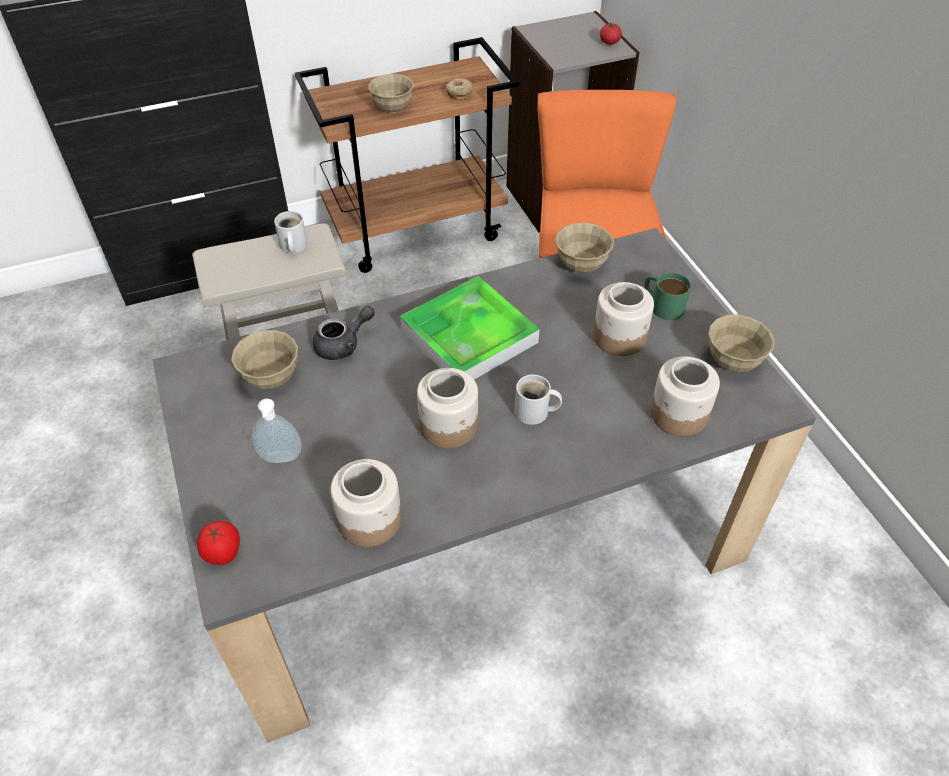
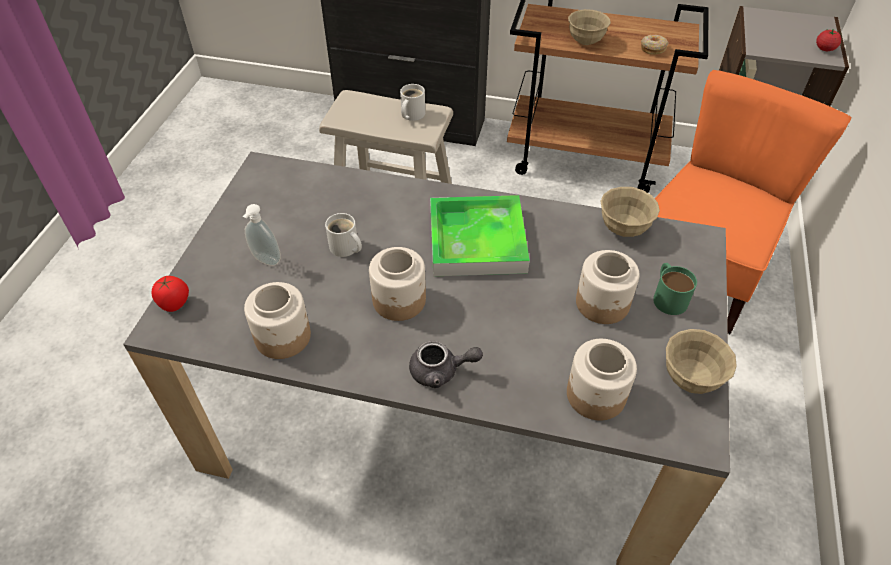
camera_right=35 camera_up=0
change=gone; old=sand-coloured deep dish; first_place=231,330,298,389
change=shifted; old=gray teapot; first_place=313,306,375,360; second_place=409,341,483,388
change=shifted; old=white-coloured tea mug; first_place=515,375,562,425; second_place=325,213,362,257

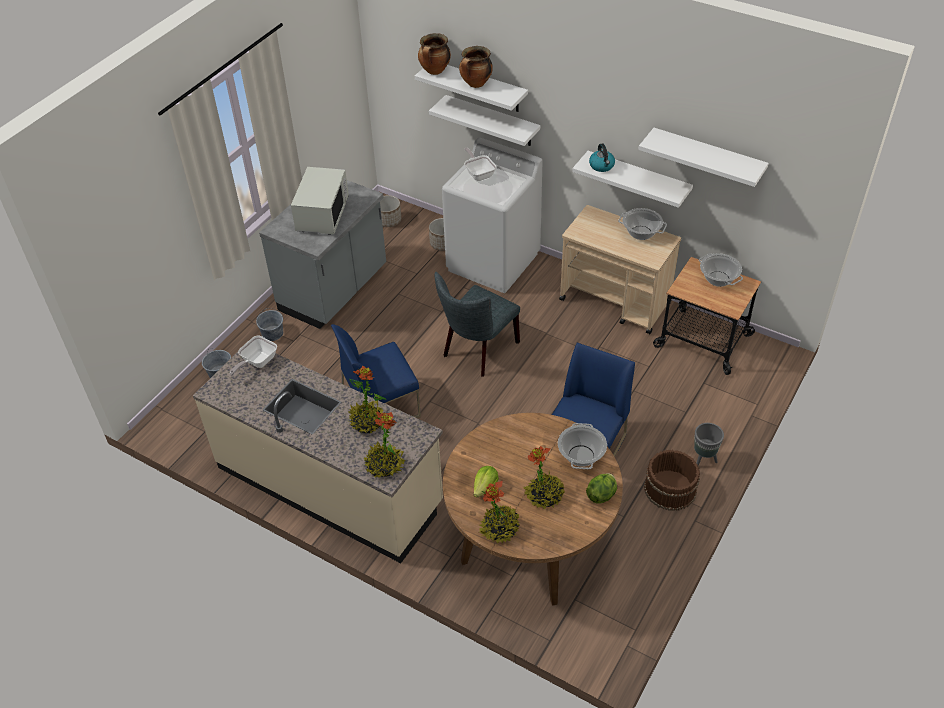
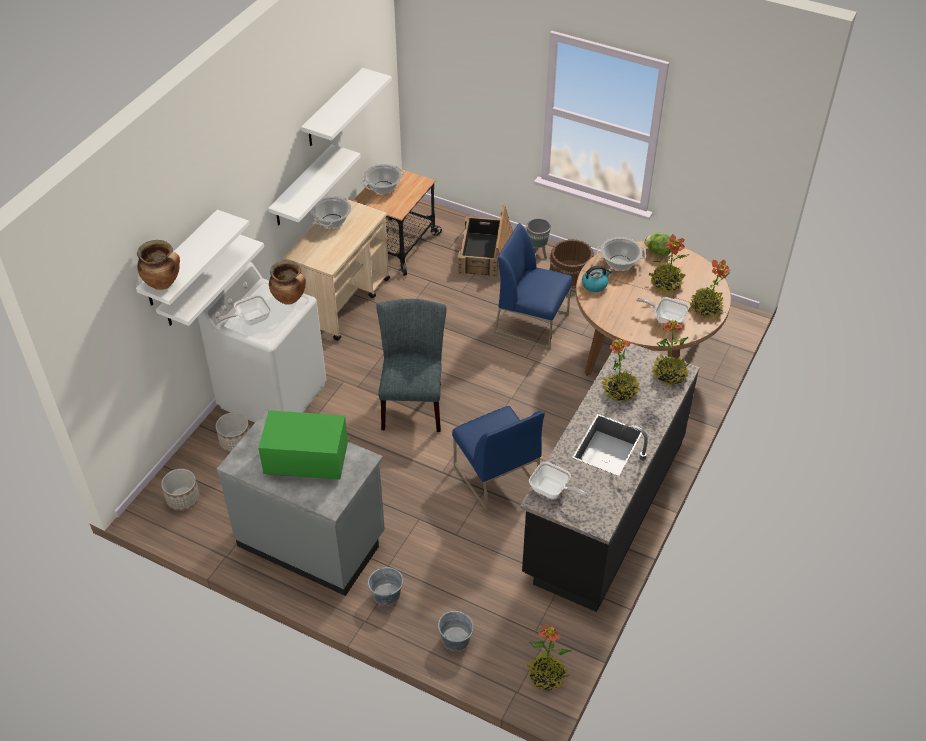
camera_right=-95 camera_up=0
change=repainted; old=sand-coloured kitchen counter; new=black kitchen counter; first_place=193,352,443,563; second_place=520,339,700,612
change=repainted; old=white-coloured kitchen microwave; new=green kitchen microwave; first_place=291,167,349,235; second_place=258,410,348,480
change=rotated; old=gray plain chair; first_place=434,272,520,377; second_place=376,299,447,432; degrees=-120
change=shifted; old=cooking pot; first_place=459,46,493,88; second_place=269,260,306,305
change=swapped; old=lettuce; new=skillet; first_place=474,466,499,498; second_place=636,297,689,325
change=shifted; old=tea kettle; first_place=589,143,615,172; second_place=582,265,612,292
change=new; new=shipping crate; second_place=458,205,513,278
change=new; new=houseplant; second_place=527,625,572,691

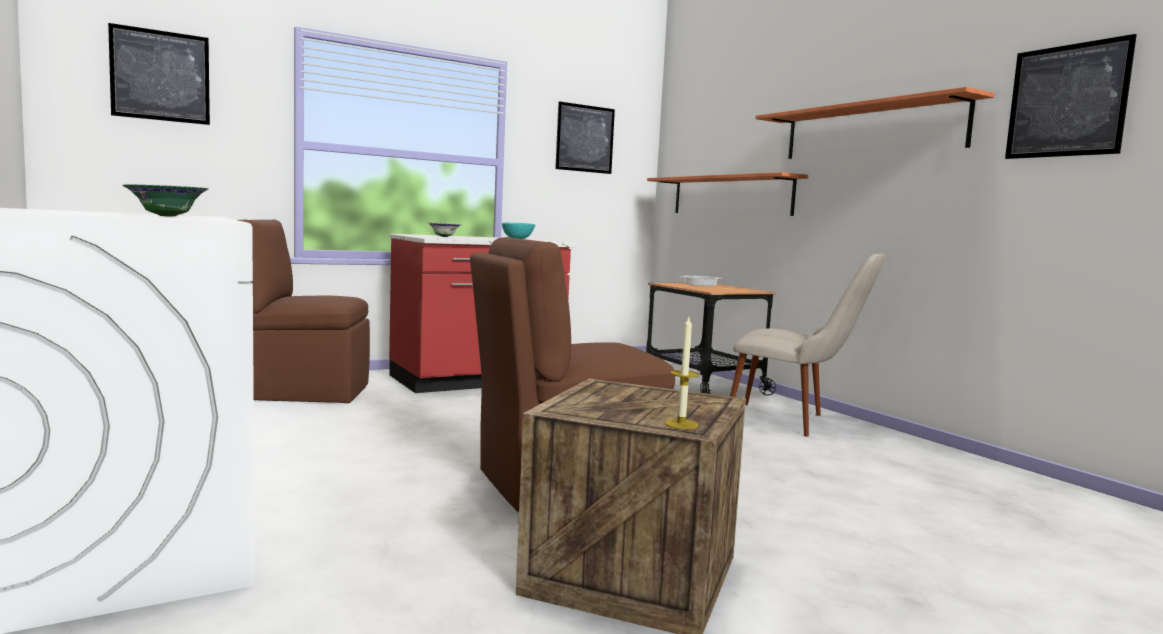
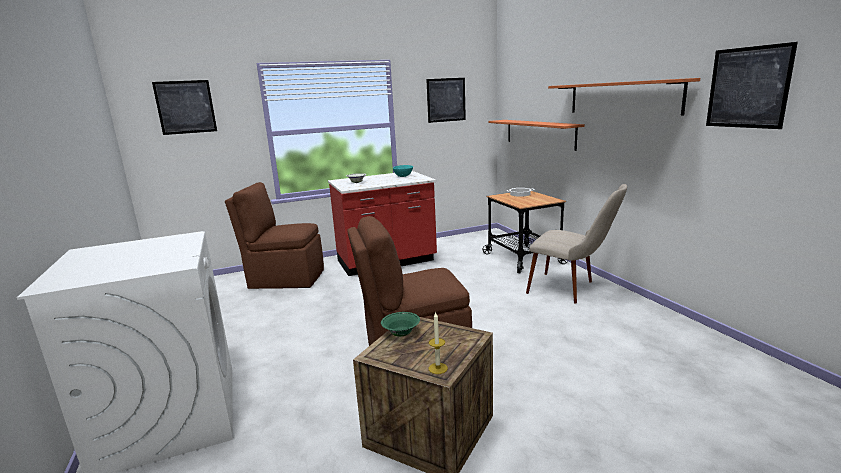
camera_right=10 camera_up=10
change=shifted; old=green deep dish; first_place=122,185,208,217; second_place=381,312,420,337

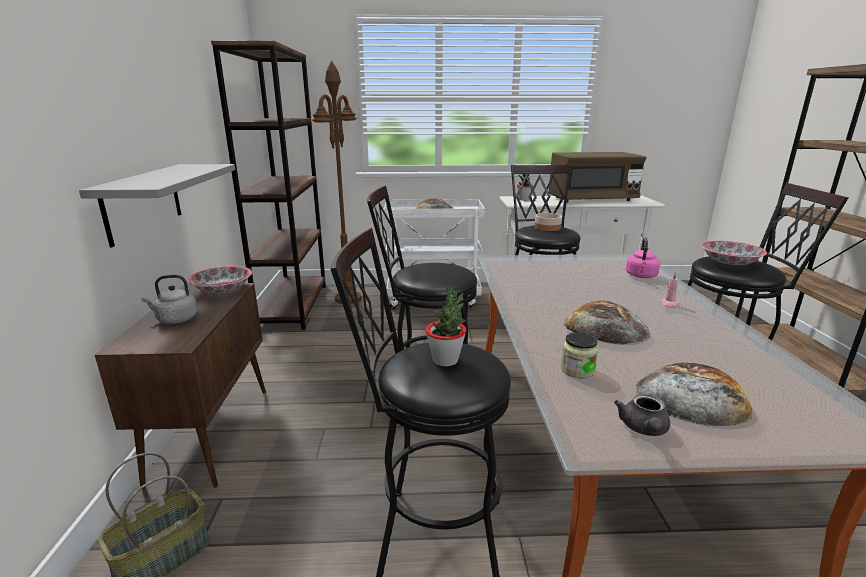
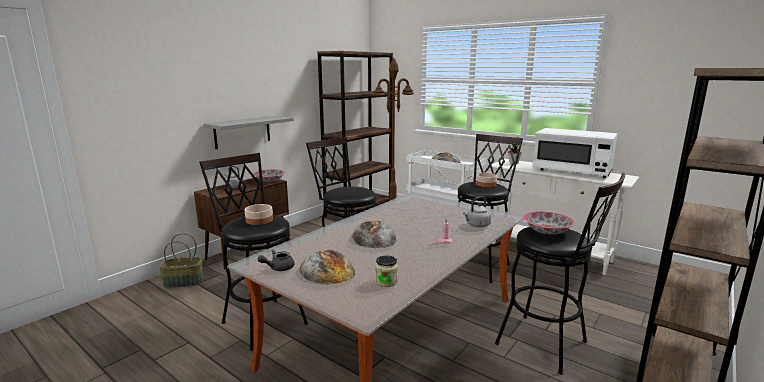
camera_right=40 camera_up=-5
change=swapped; old=houseplant; new=deep dish; first_place=425,288,466,367; second_place=245,204,273,225
change=repainted; old=brown kitchen microwave; new=white-coloured kitchen microwave; first_place=549,152,646,202; second_place=532,128,618,178
change=shifted; old=preserve jar; first_place=561,332,598,378; second_place=375,256,398,287
change=repainted; old=pink-coloured tea kettle; new=gray tea kettle; first_place=626,237,661,278; second_place=463,196,491,227

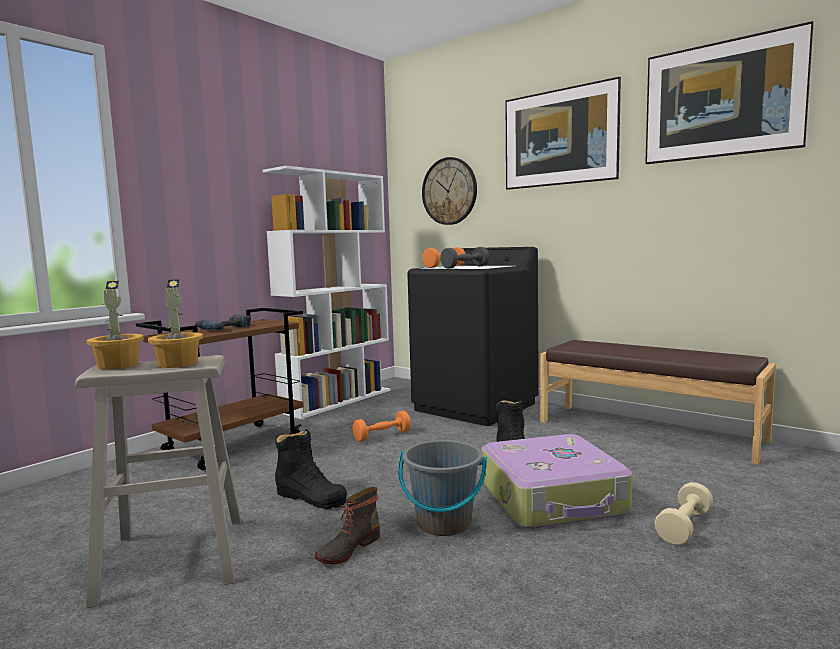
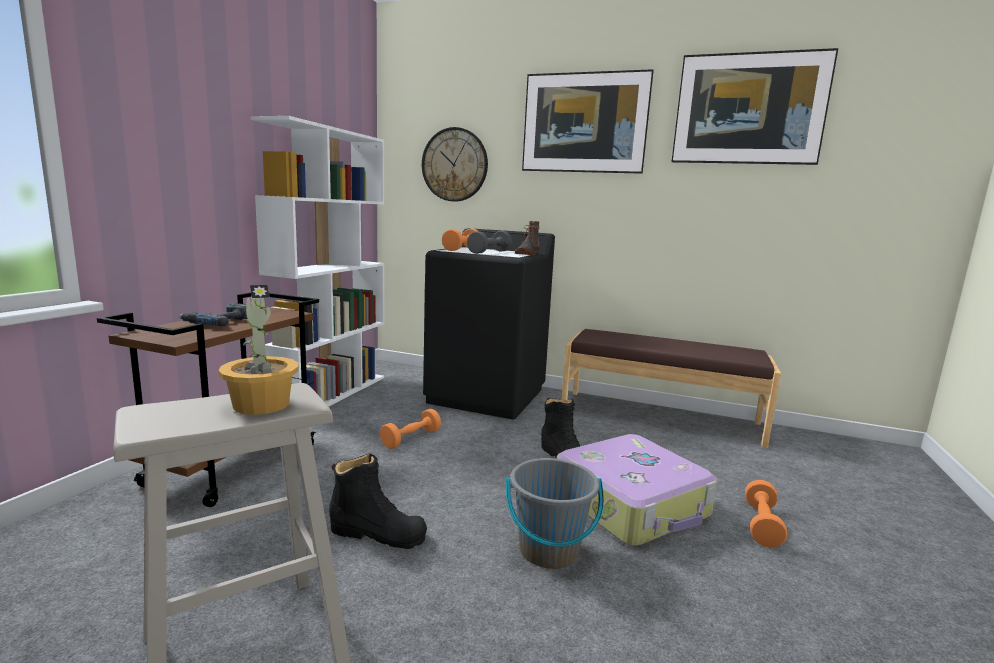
camera_right=-20 camera_up=5
change=gone; old=houseplant; first_place=86,281,144,370
change=shifted; old=tall boot; first_place=315,487,380,564; second_place=515,221,539,255
change=repainted; old=sand-coloured dumbbell; new=orange dumbbell; first_place=655,482,713,545; second_place=745,480,787,547

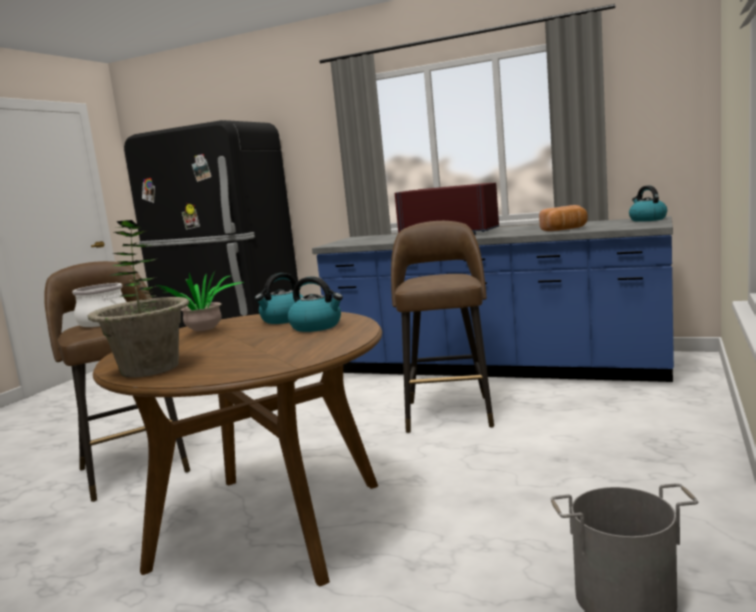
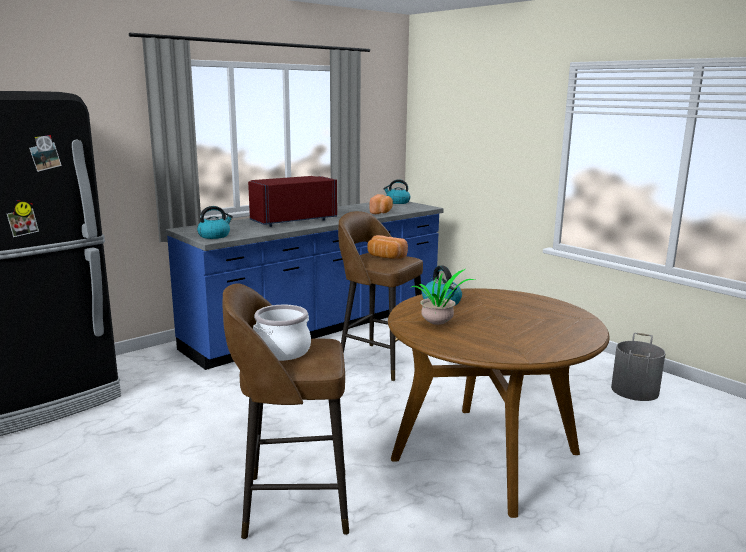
camera_right=-65 camera_up=5
change=gone; old=houseplant; first_place=88,220,189,377
change=shifted; old=tea kettle; first_place=288,276,343,332; second_place=197,206,233,239
change=new; new=baked bread; second_place=367,235,408,259

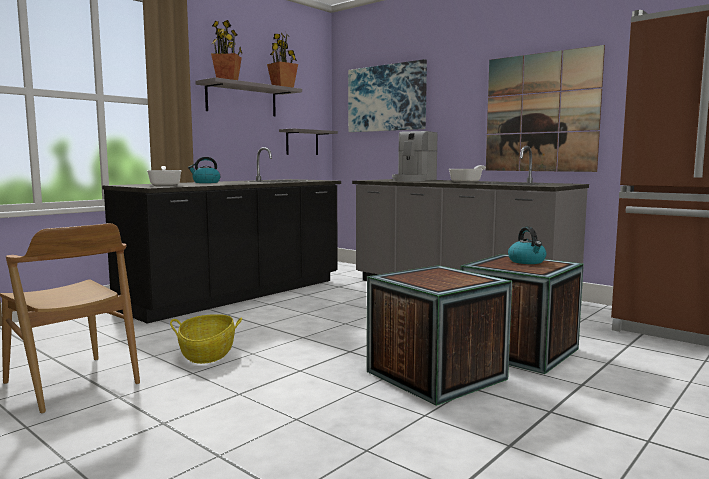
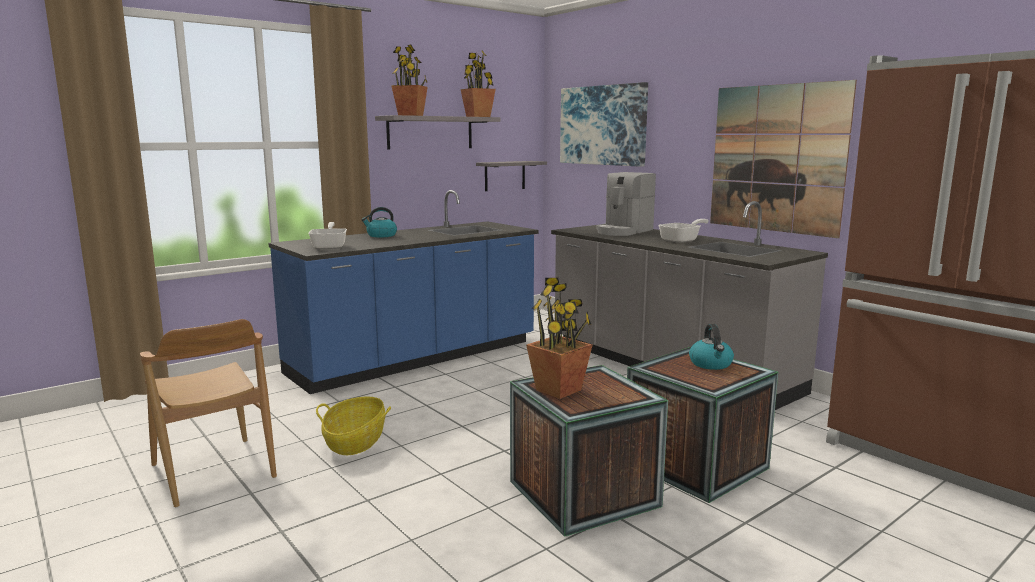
camera_right=10 camera_up=5
change=repainted; old=black kitchen counter; new=blue-coloured kitchen counter; first_place=102,147,341,323; second_place=268,190,538,394
change=new; new=houseplant; second_place=526,277,592,399

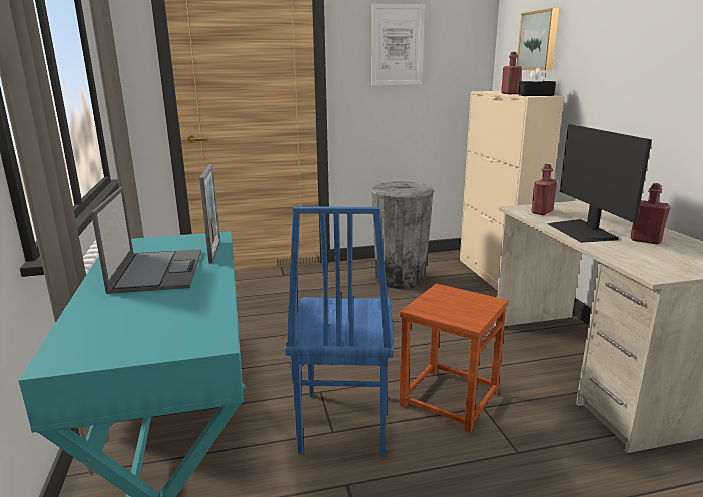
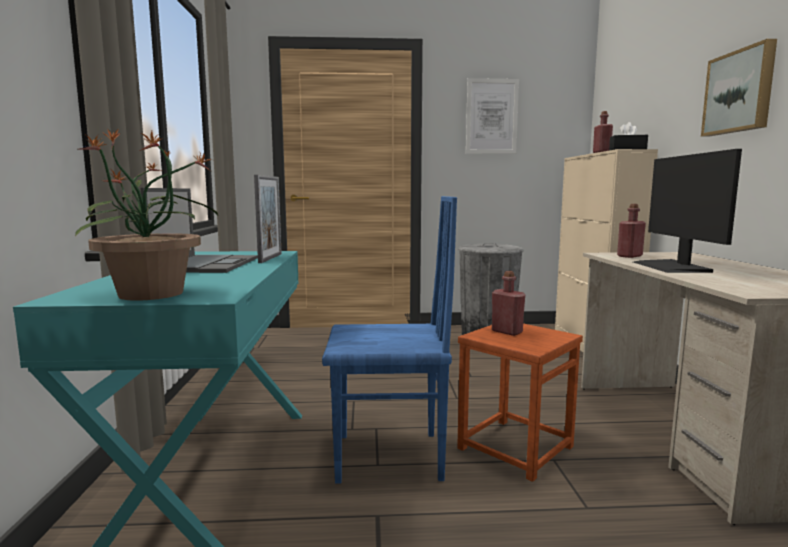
camera_right=10 camera_up=-10
change=rotated; old=blue-coloured plain chair; first_place=285,206,394,456; second_place=322,196,457,484; degrees=-105
change=shifted; old=wall picture; first_place=516,8,559,70; second_place=701,39,777,136
change=shifted; old=red-coloured beverage bottle; first_place=630,183,671,244; second_place=492,271,525,336
change=new; new=houseplant; second_place=75,128,218,301

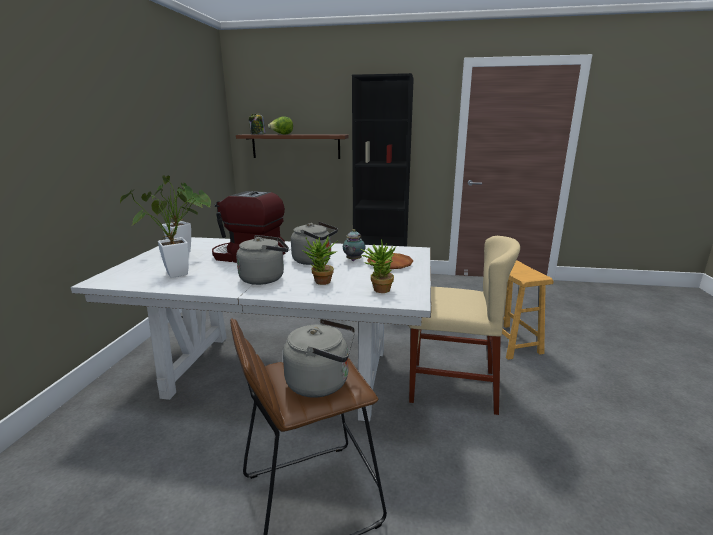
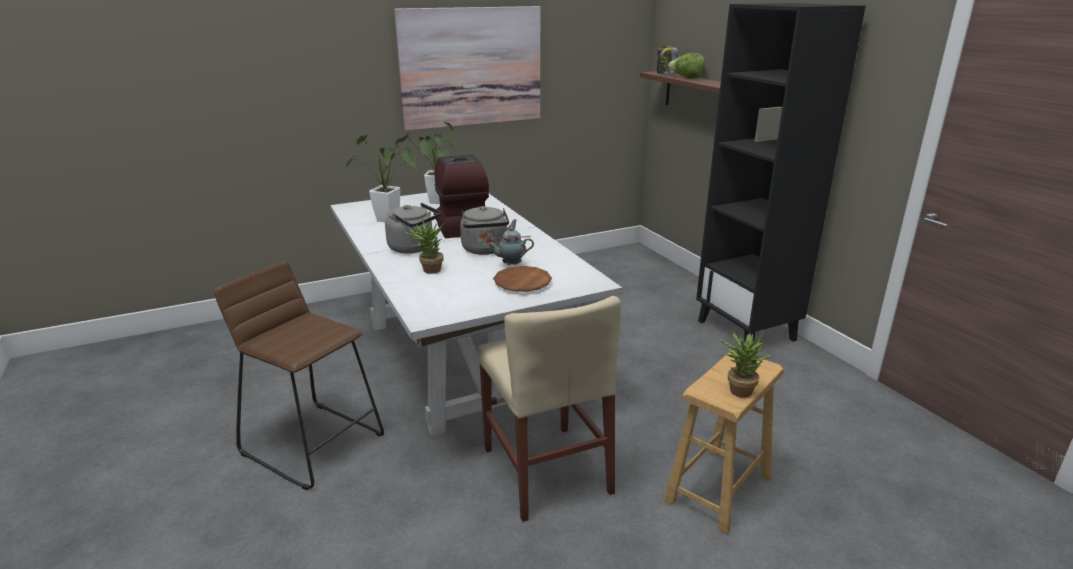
camera_right=55 camera_up=5
change=gone; old=gray tea kettle; first_place=283,319,355,398
change=shifted; old=houseplant; first_place=361,239,396,293; second_place=719,331,771,398
change=new; new=wall picture; second_place=394,6,540,131

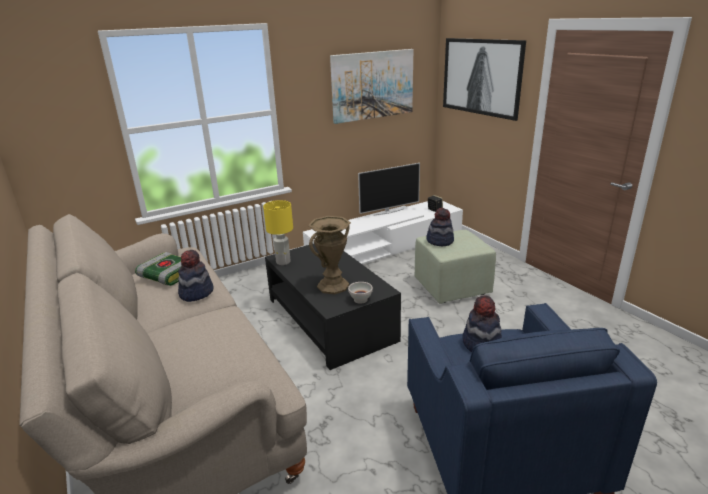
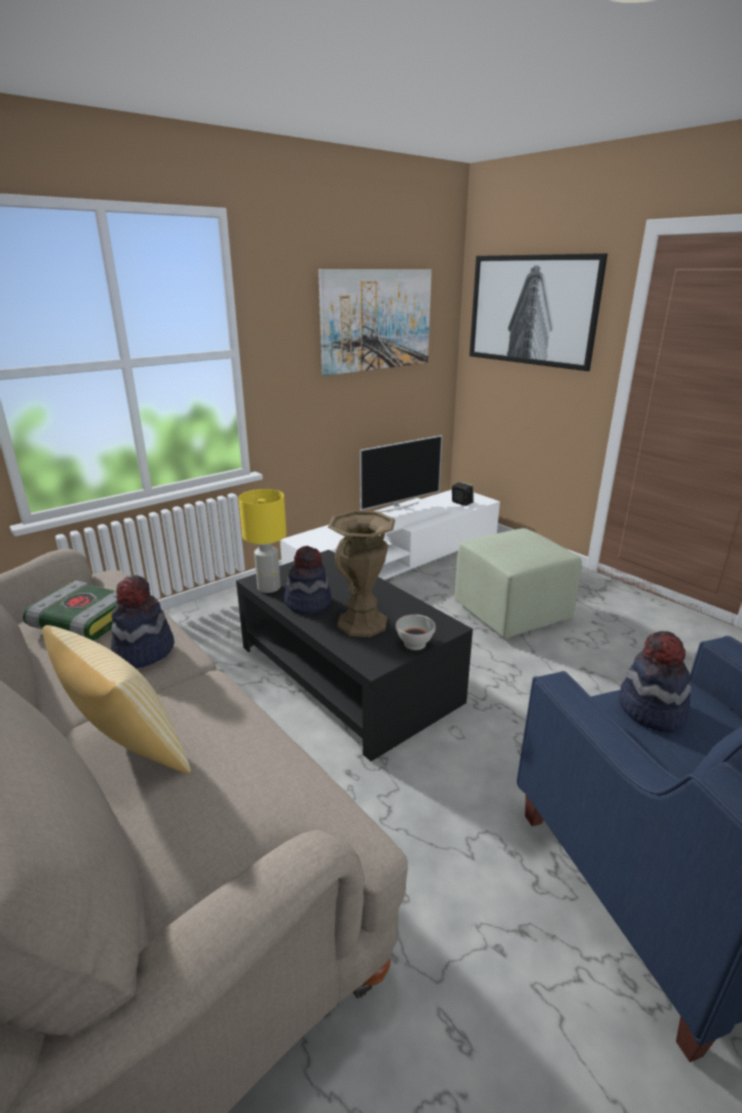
camera_right=-10 camera_up=0
change=shifted; old=hat; first_place=426,208,454,246; second_place=284,546,331,614
change=new; new=throw pillow; second_place=42,625,191,774

